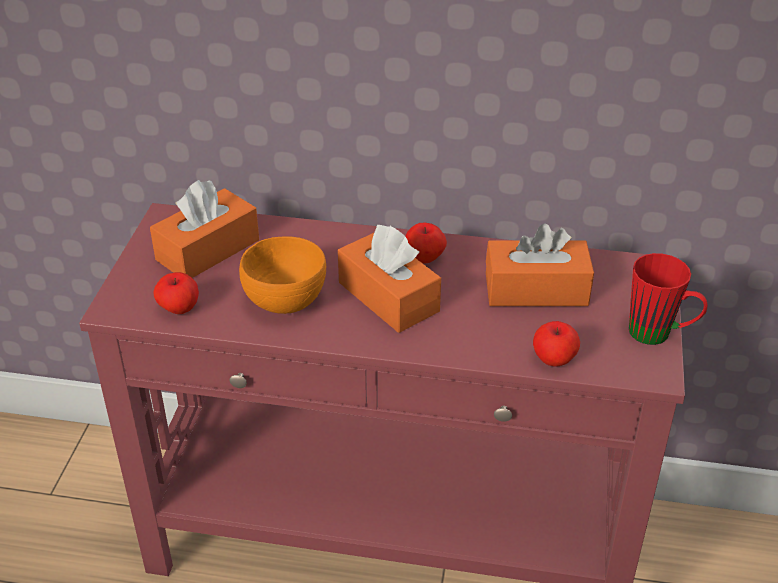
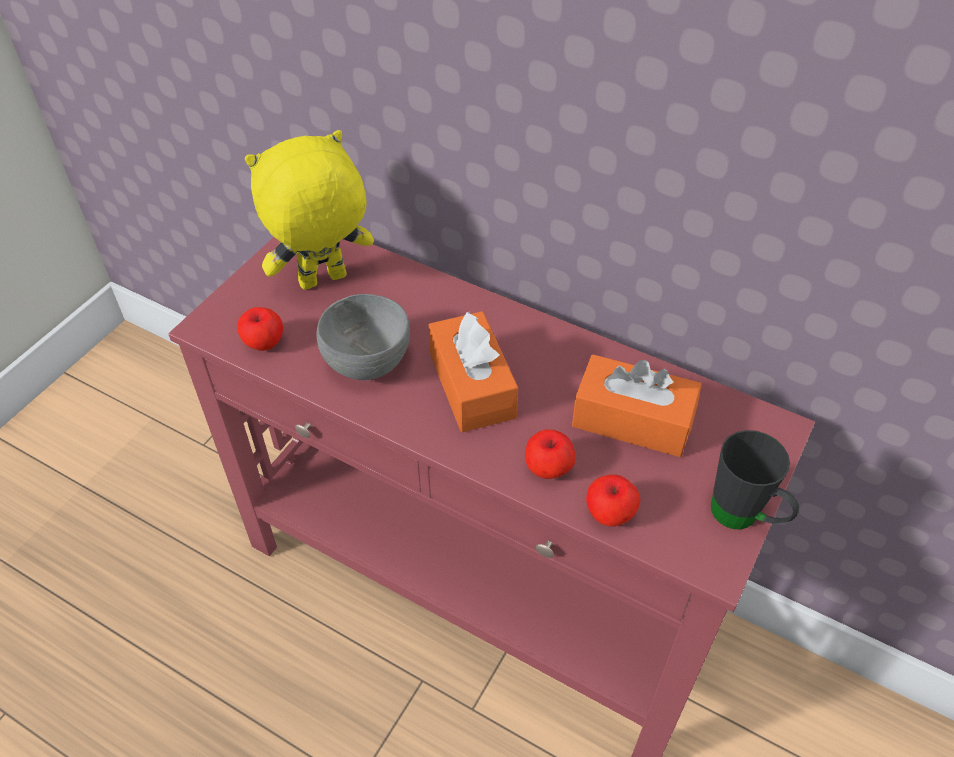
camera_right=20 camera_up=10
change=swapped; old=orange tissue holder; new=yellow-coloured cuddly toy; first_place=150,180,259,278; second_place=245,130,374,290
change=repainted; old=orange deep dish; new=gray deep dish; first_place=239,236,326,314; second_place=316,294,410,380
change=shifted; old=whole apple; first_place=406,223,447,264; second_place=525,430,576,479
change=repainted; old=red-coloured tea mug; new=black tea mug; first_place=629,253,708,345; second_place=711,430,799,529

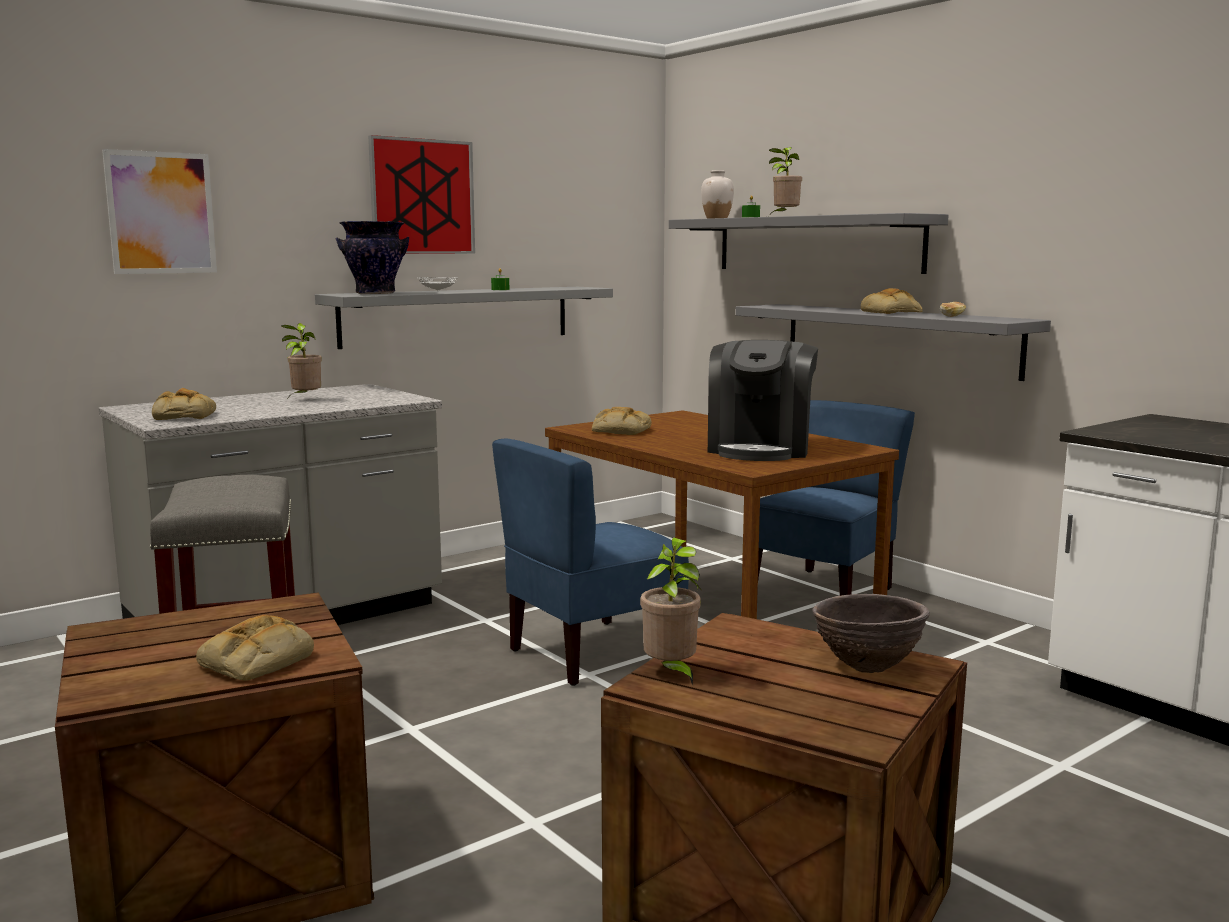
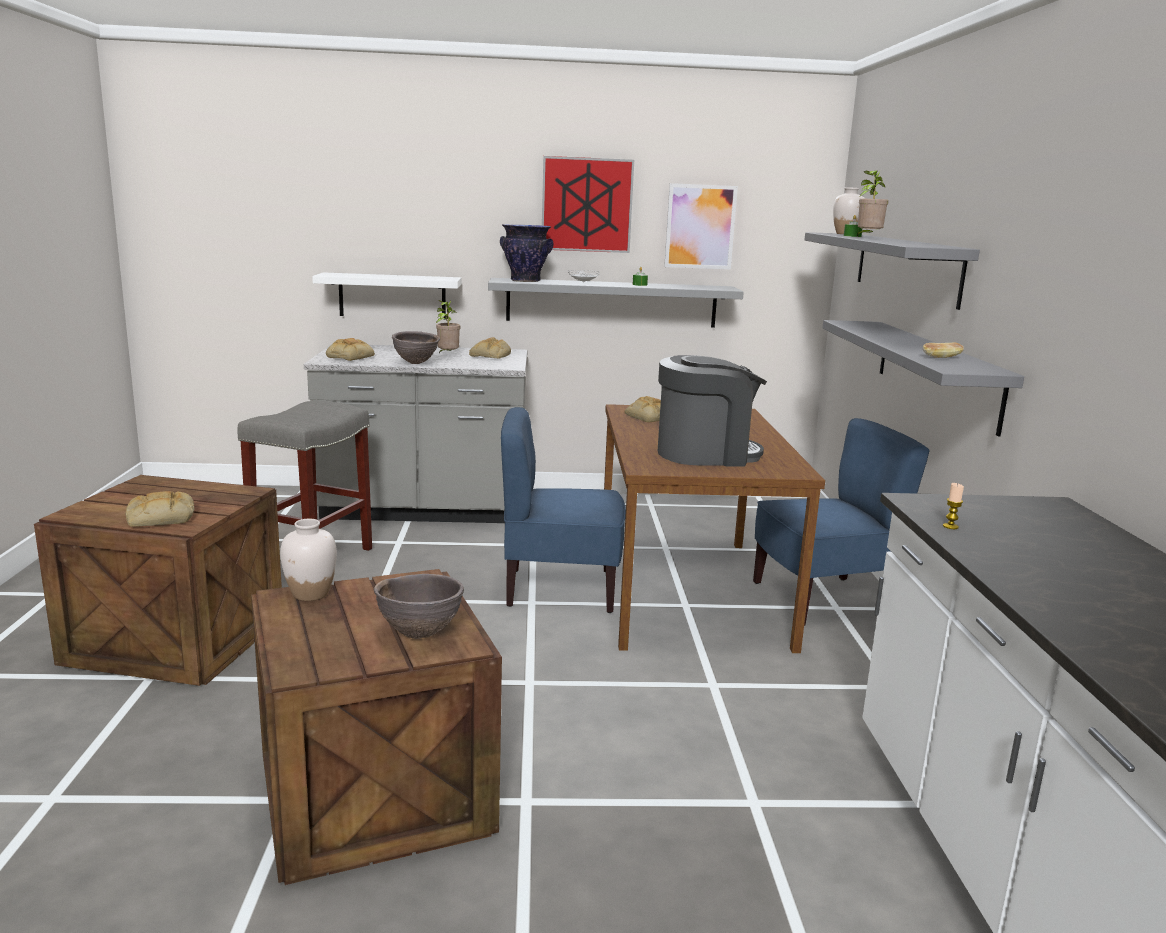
camera_right=35 camera_up=5
change=shifted; old=wall picture; first_place=102,149,217,274; second_place=664,183,738,270
change=swapped; old=houseplant; new=white-coloured vase; first_place=640,537,701,686; second_place=280,519,337,601
change=rotated; old=coffee maker; first_place=708,340,818,461; second_place=658,355,767,467; degrees=-150
change=shifted; old=baked bread; first_place=861,288,922,314; second_place=469,337,511,358
change=new; new=white-coloured bracket shelf; second_place=312,272,461,319
change=new; new=brown deep dish; second_place=392,331,440,364
change=new; new=wax light; second_place=943,483,964,529

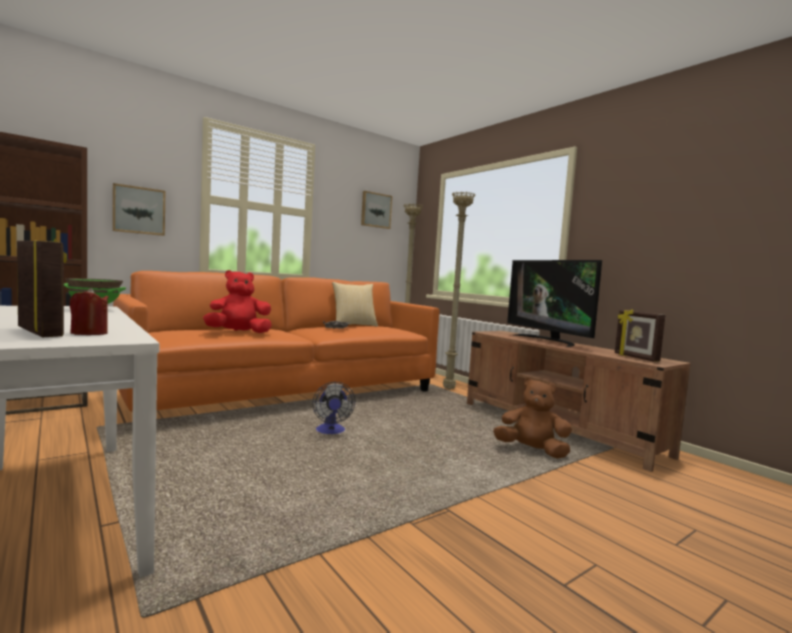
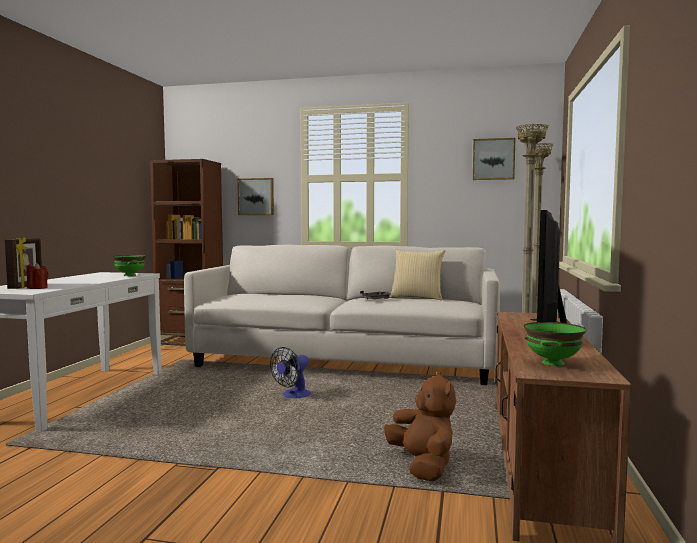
camera_right=50 camera_up=0
change=repainted; old=orange sofa; new=white-coloured sofa; first_place=113,271,439,412; second_place=184,245,500,385
change=gone; old=red-coloured cuddly toy; first_place=203,270,272,333
change=swapped; old=photo frame; new=green deep dish; first_place=615,309,665,362; second_place=524,322,586,366

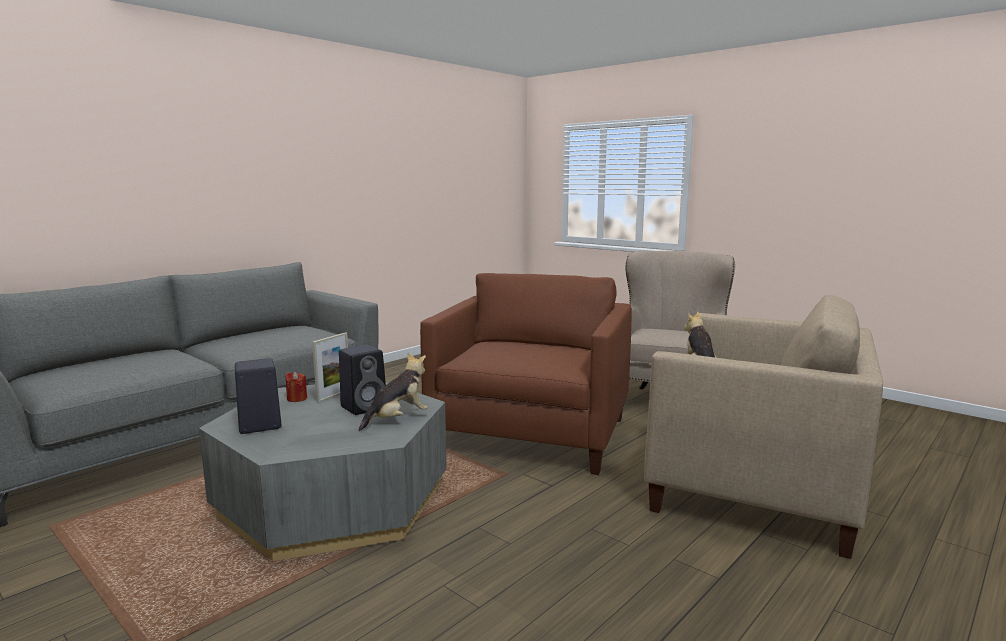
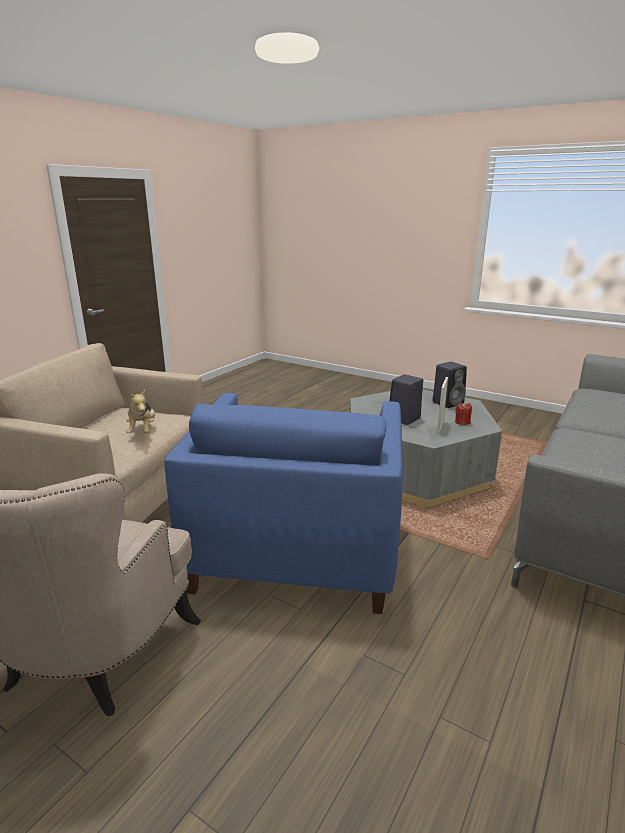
camera_right=170 camera_up=10
change=gone; old=cuddly toy; first_place=358,353,428,431
change=repainted; old=brown armchair; new=blue-coloured armchair; first_place=420,273,632,475; second_place=164,393,403,614

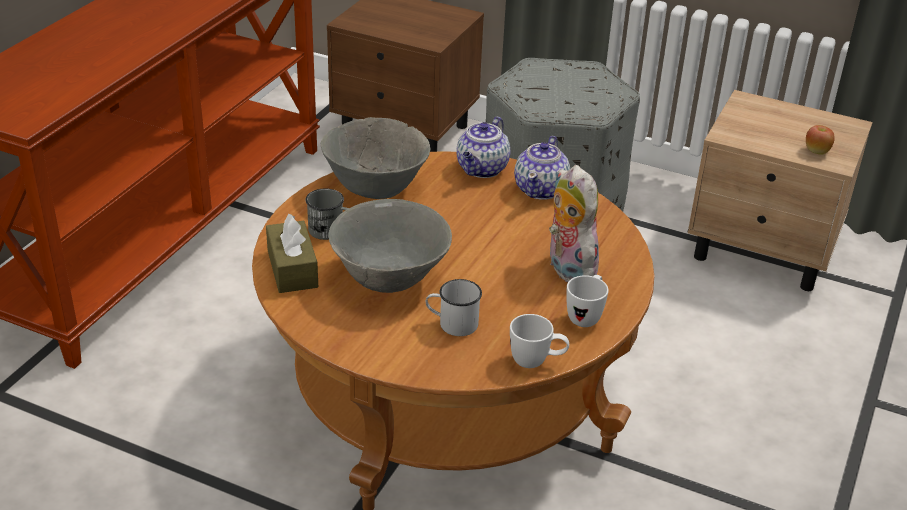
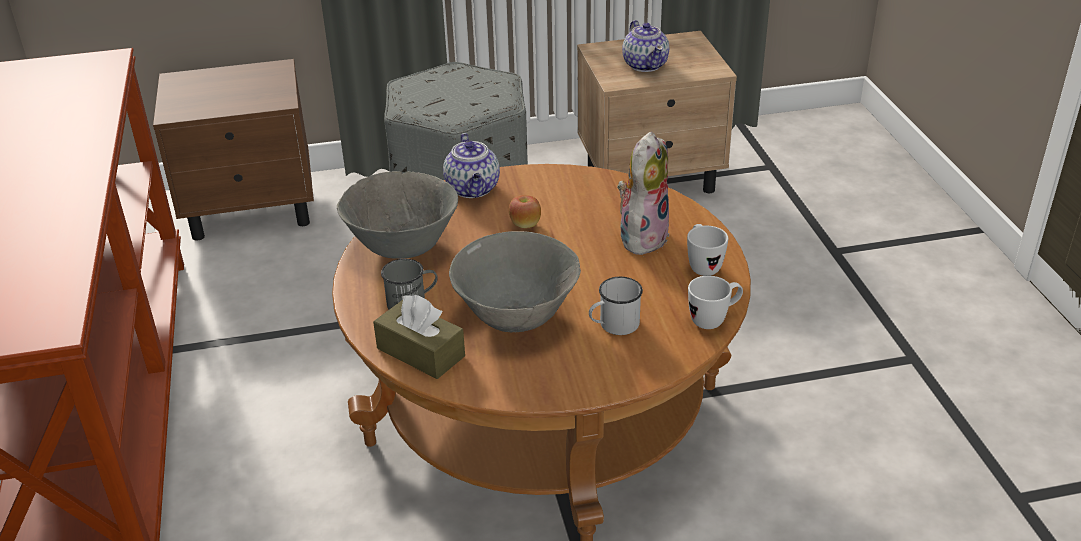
camera_right=-35 camera_up=0
change=shifted; old=teapot; first_place=514,136,570,200; second_place=622,20,669,72
change=rotated; old=cuddly toy; first_place=549,165,599,282; second_place=617,132,669,255; degrees=90
change=shifted; old=whole apple; first_place=806,125,835,155; second_place=509,195,541,228

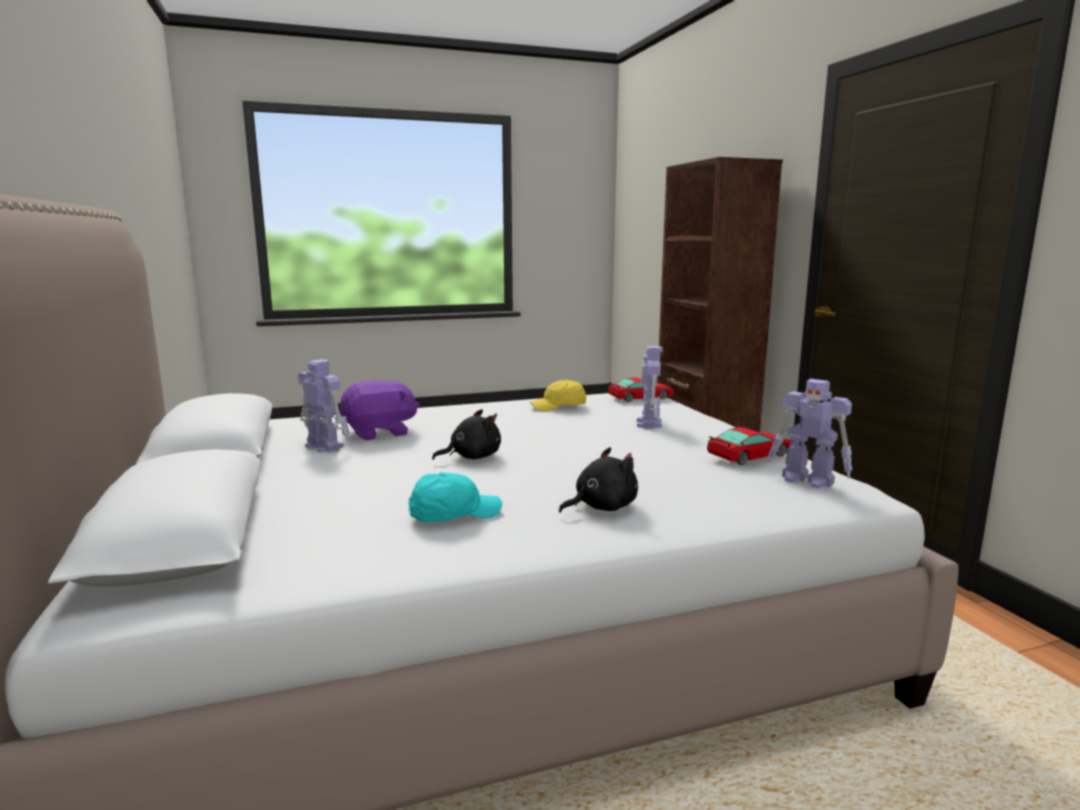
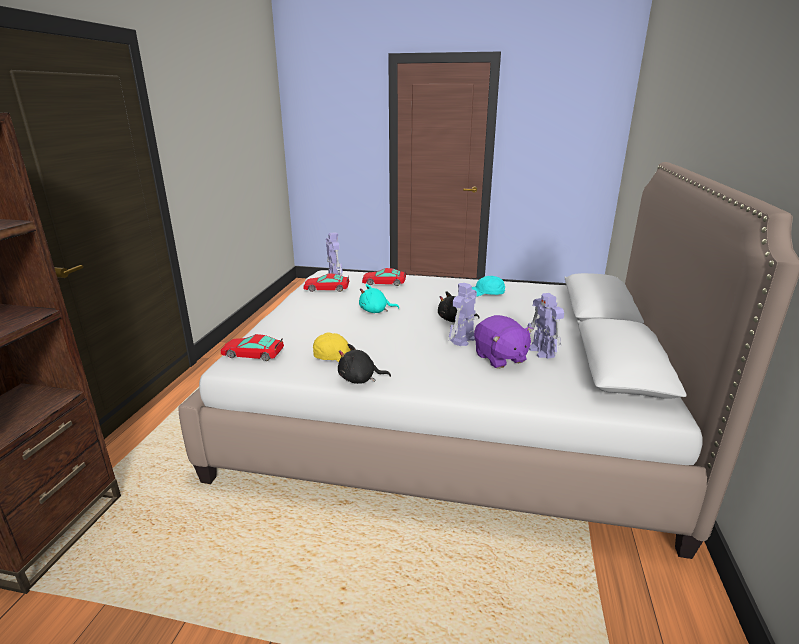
camera_right=-150 camera_up=10
change=rotated; old=purple-coloured cuddly toy; first_place=340,381,420,440; second_place=474,315,534,369; degrees=-120
change=shifted; old=black cuddly toy; first_place=559,447,638,513; second_place=338,344,391,384
change=shifted; old=toy robot; first_place=637,346,663,429; second_place=449,283,477,346
change=new; new=turquoise cuddly toy; second_place=359,284,399,313
change=new; new=toy car; second_place=362,268,406,286

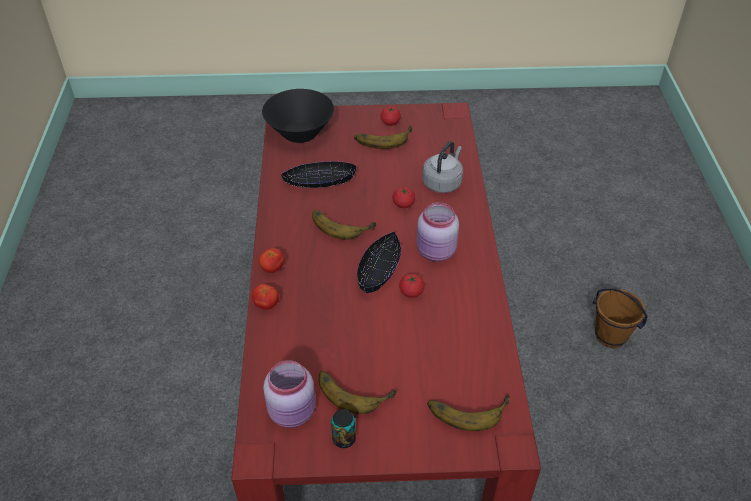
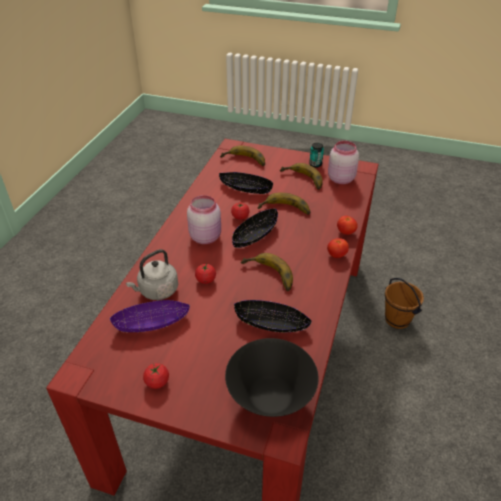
camera_right=-160 camera_up=-5
change=shifted; old=banana; first_place=354,125,412,149; second_place=258,193,310,215
change=shifted; old=brown water bucket; first_place=593,288,648,348; second_place=385,278,424,329
change=new; new=purple-coloured deep dish; second_place=110,300,190,332
change=new; new=black deep dish; second_place=219,172,273,194

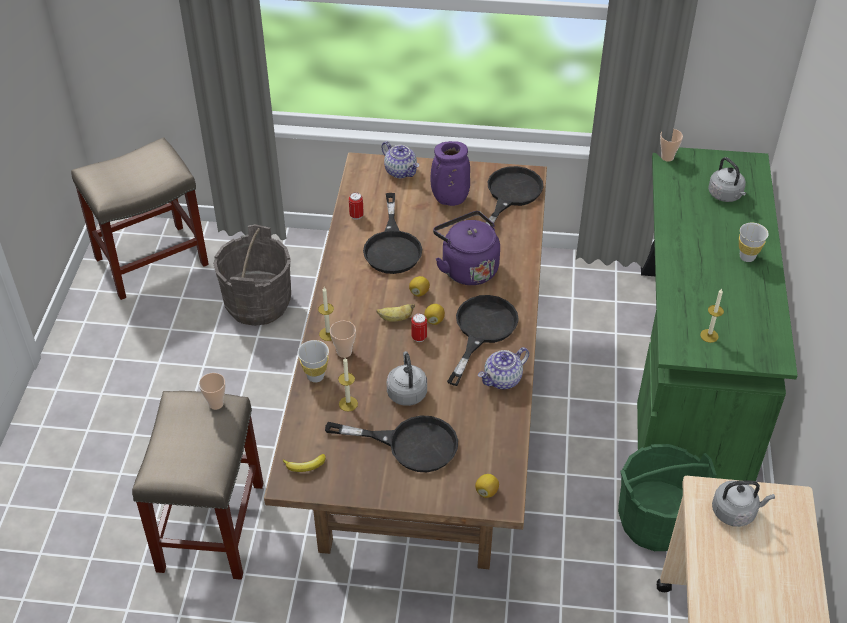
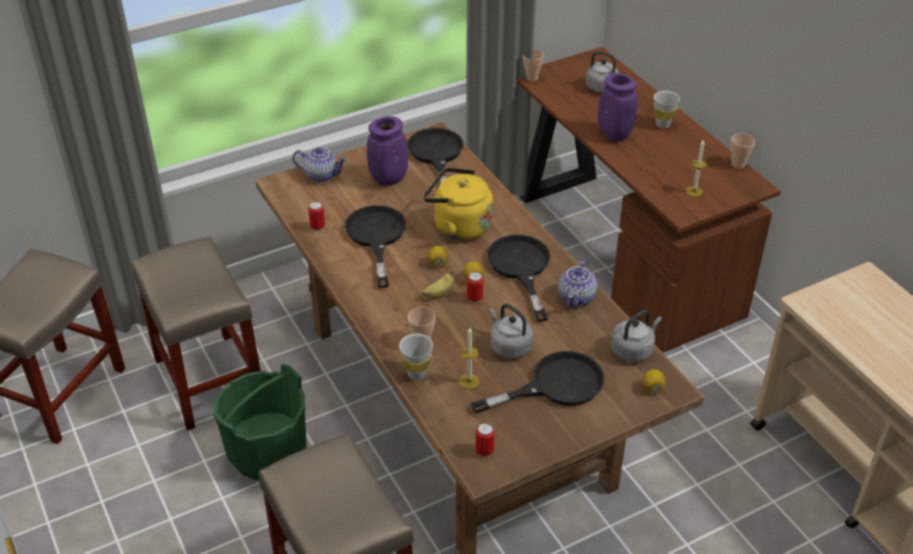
camera_right=-35 camera_up=-5
change=shifted; old=small cup; first_place=199,373,226,410; second_place=731,134,755,169
change=swapped; old=gray water bucket; new=sand-coloured sitting stool; first_place=213,224,291,326; second_place=131,237,261,431
change=swapped; old=banana; new=can; first_place=283,454,326,472; second_place=476,423,495,457
change=gone; old=wax light; first_place=318,287,334,341
change=rotated; old=black skillet; first_place=363,193,422,274; second_place=345,205,406,288; degrees=-150
change=repainted; old=purple-coloured tea kettle; new=yellow-coloured tea kettle; first_place=433,211,500,285; second_place=423,167,493,240
change=shifted; old=green water bucket; first_place=618,444,717,551; second_place=213,364,306,480
change=repainted; old=green desk table; new=brown desk table; first_place=637,147,798,481; second_place=517,47,781,353
change=shifted; old=gray tea kettle; first_place=712,480,775,527; second_place=611,310,662,362
change=new; new=purple-coloured vase; second_place=598,73,638,141

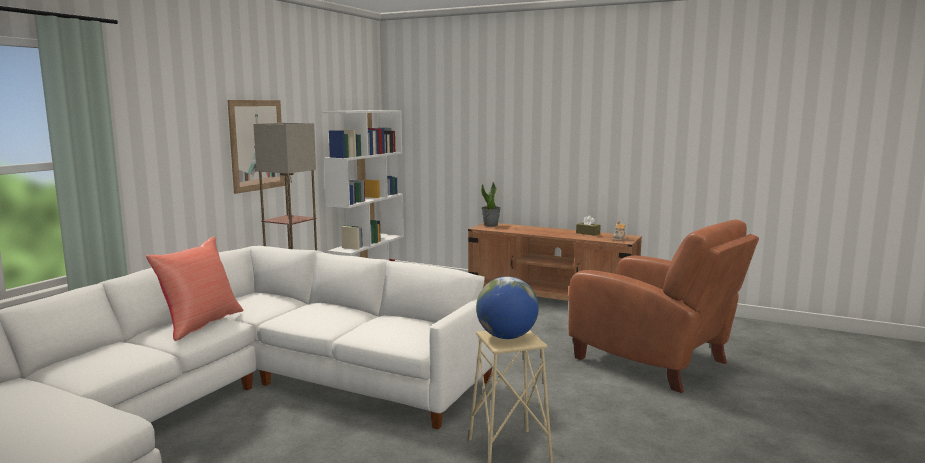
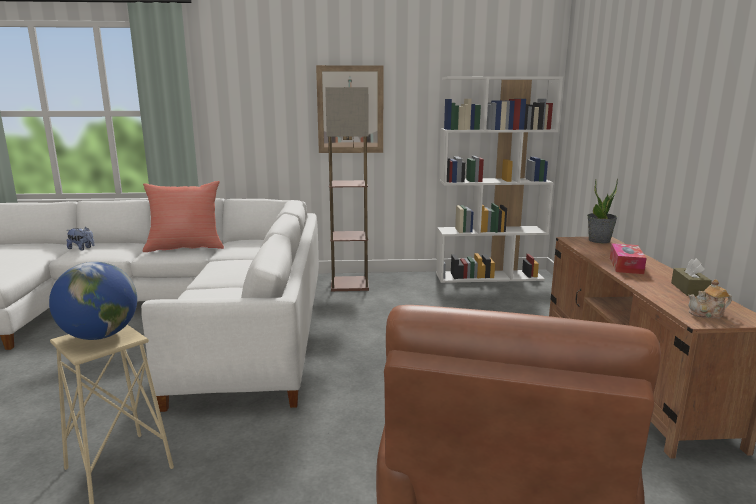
camera_right=60 camera_up=5
change=new; new=cuddly toy; second_place=66,226,95,250
change=new; new=tissue holder; second_place=610,243,646,274

